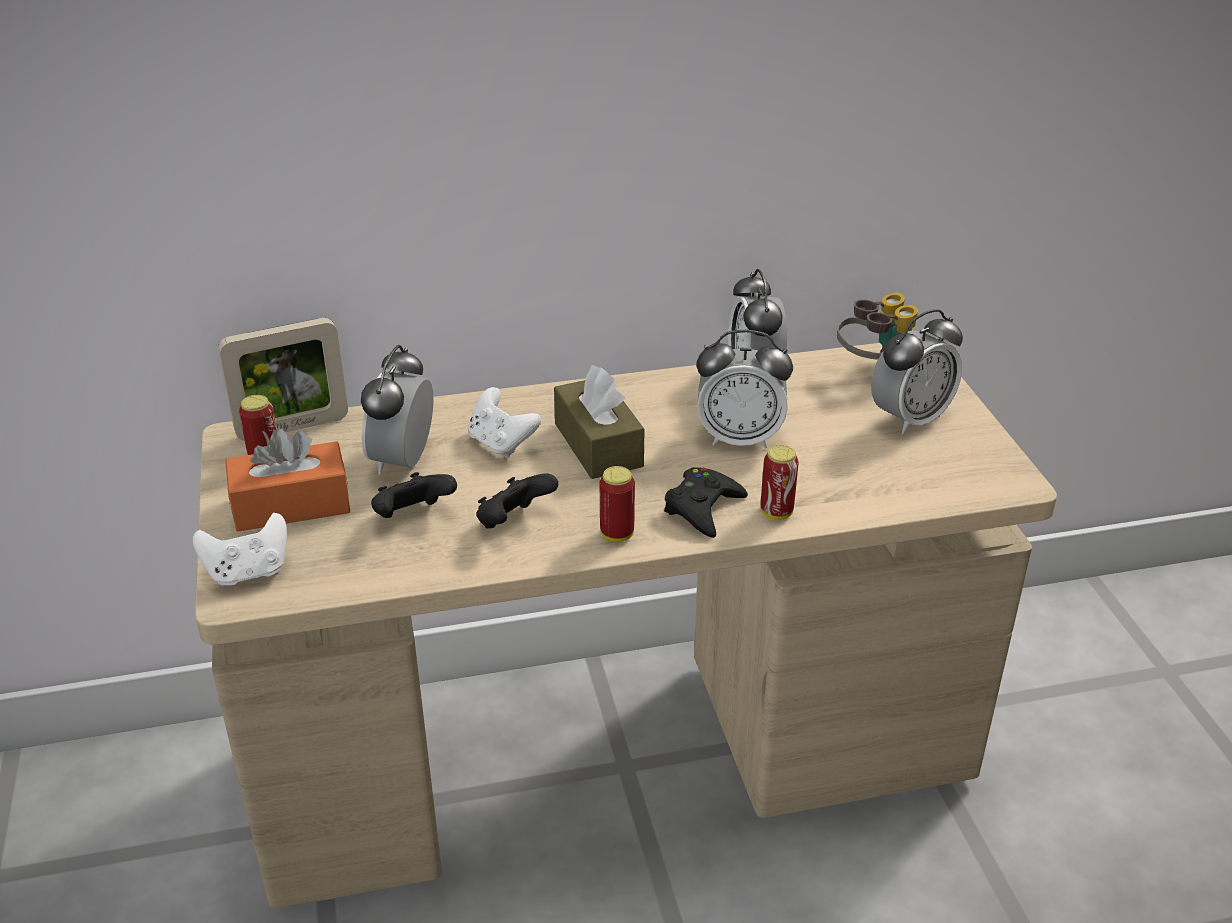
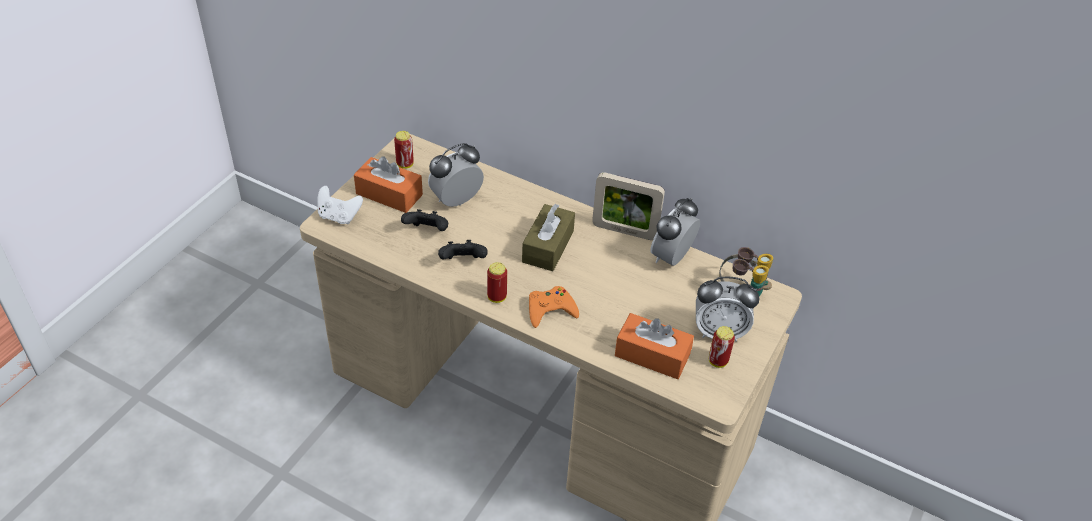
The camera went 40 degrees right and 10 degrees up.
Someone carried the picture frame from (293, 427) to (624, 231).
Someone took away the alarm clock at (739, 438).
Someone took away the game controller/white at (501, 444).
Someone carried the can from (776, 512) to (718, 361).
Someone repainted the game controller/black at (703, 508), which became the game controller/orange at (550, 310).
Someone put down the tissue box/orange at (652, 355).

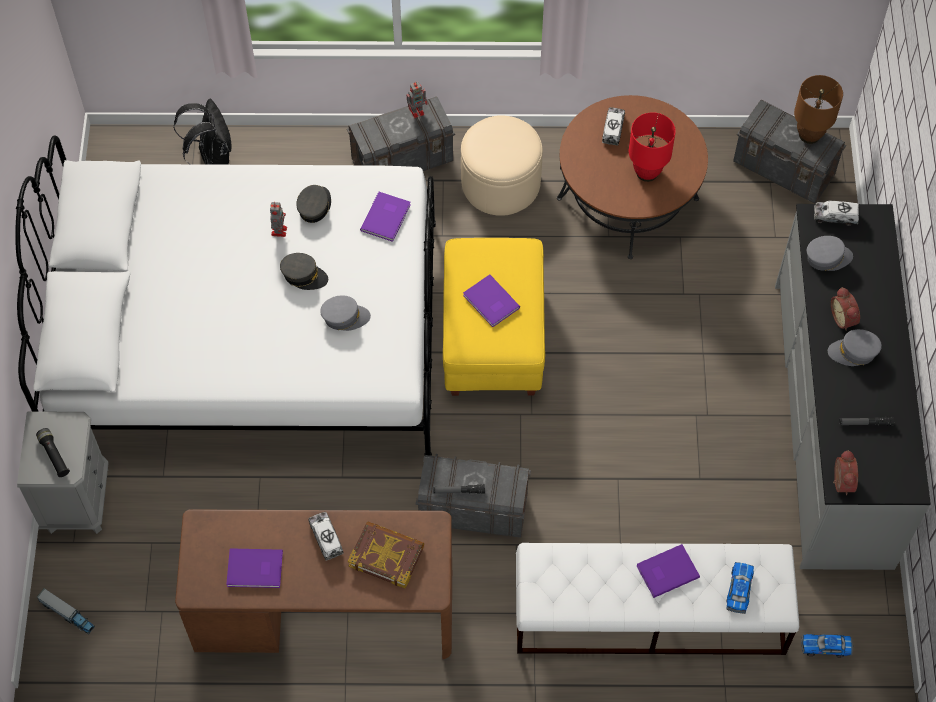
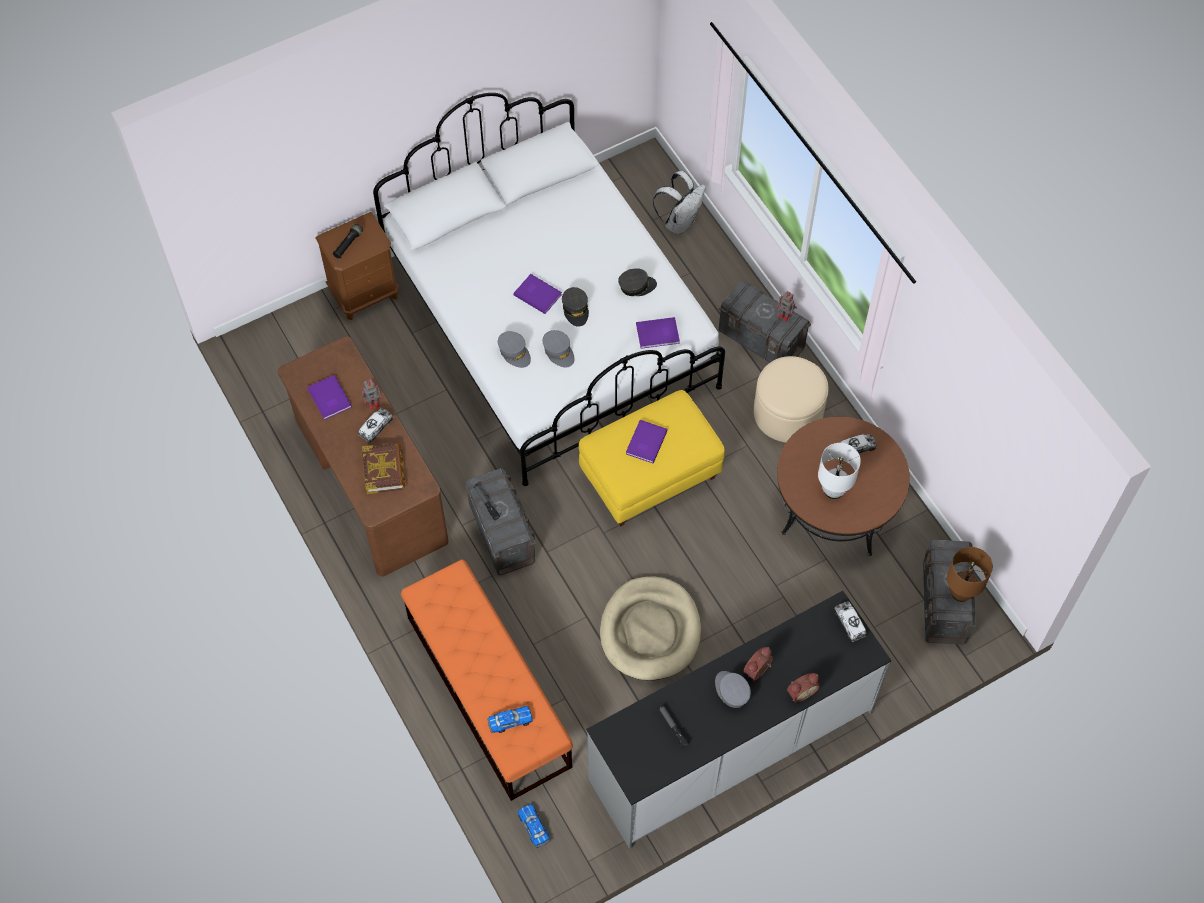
The camera went 60 degrees right and 0 degrees up.
Someone repainted the backpack/black at (211, 157), which became the backpack/white at (679, 222).
Someone repainted the table lamp/red at (647, 172), which became the table lamp/white at (833, 490).
Someone carried the toy robot from (279, 230) to (373, 402).
Someone carried the cap/grey from (827, 258) to (514, 352).
Someone repainted the nightstand/grey at (77, 499), which became the nightstand/brown at (365, 294).
Someone carried the alarm clock from (840, 482) to (800, 691).
Someone repainted the bench/white at (648, 615), which became the bench/orange at (488, 690).
Someone carried the book/purple from (666, 571) to (537, 294).
Someone took away the toy truck at (67, 614).
Someone put down the dog bed/beige at (650, 631).

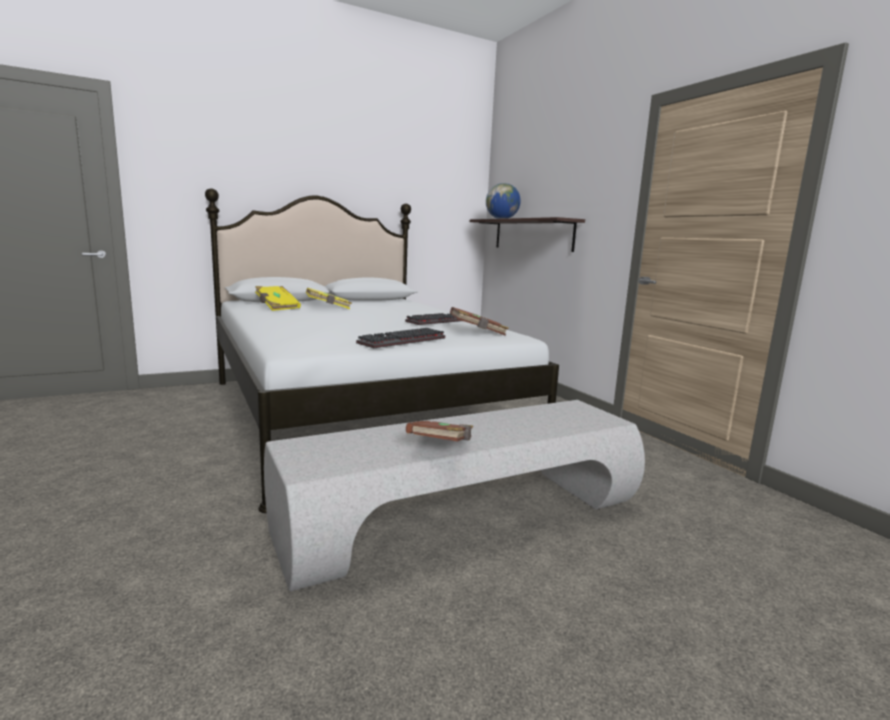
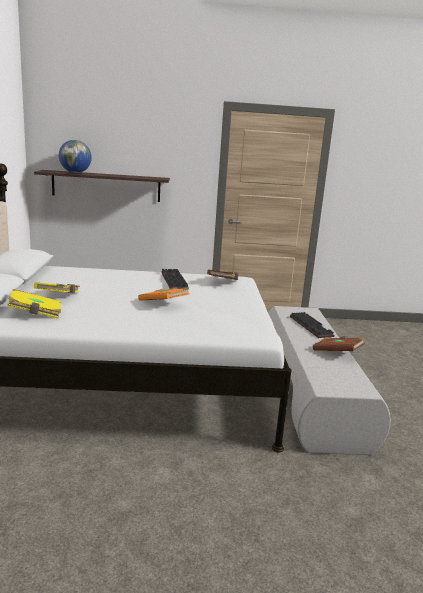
The camera went 65 degrees left and 5 degrees up.
Someone carried the keyboard from (402, 341) to (312, 326).
Someone put down the book/orange at (164, 303).

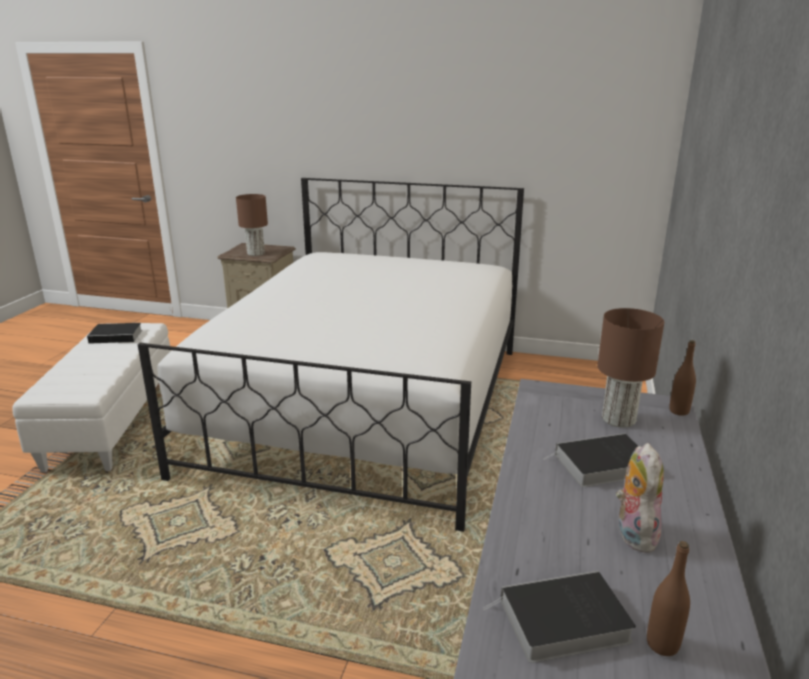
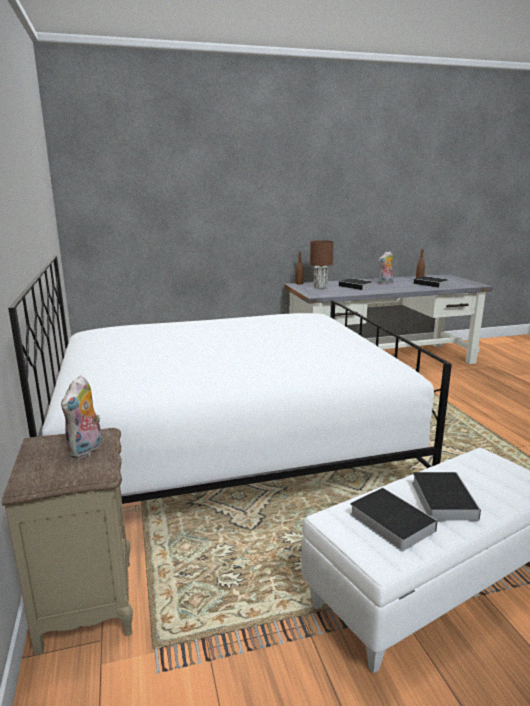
The camera went 120 degrees left and 5 degrees down.
Someone swapped the table lamp/brown at (256, 253) for the plush toy at (87, 450).
Someone put down the book at (442, 498).

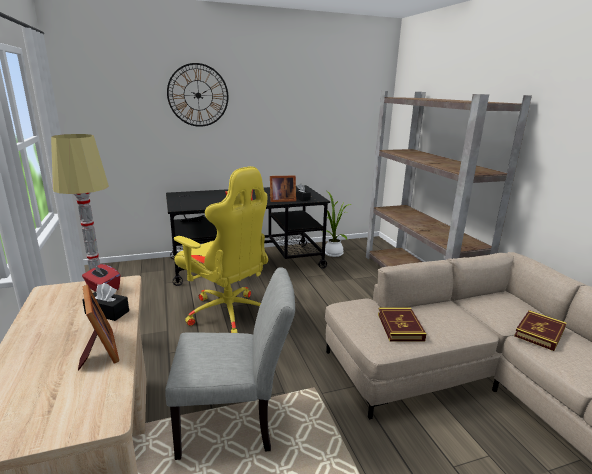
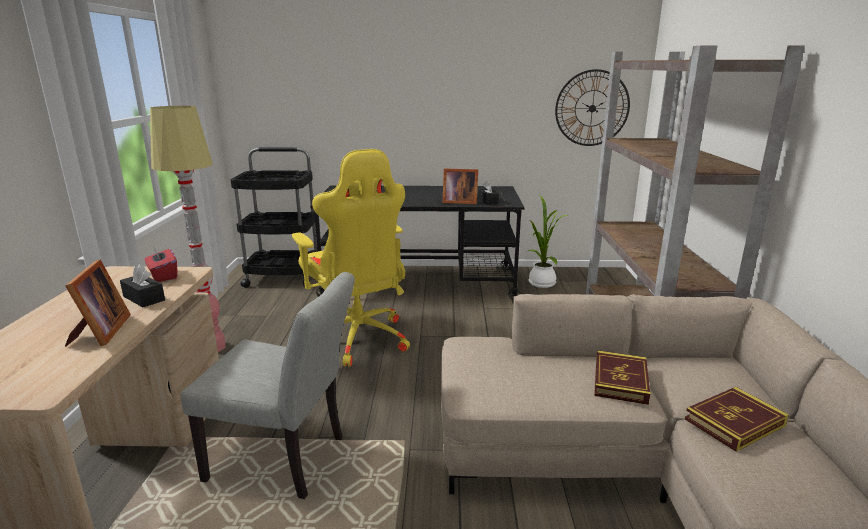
The camera went 20 degrees right and 0 degrees up.
Someone carried the wall clock from (198, 95) to (592, 108).
Someone carried the book from (400, 327) to (620, 380).
Someone put down the cart/black at (283, 277).

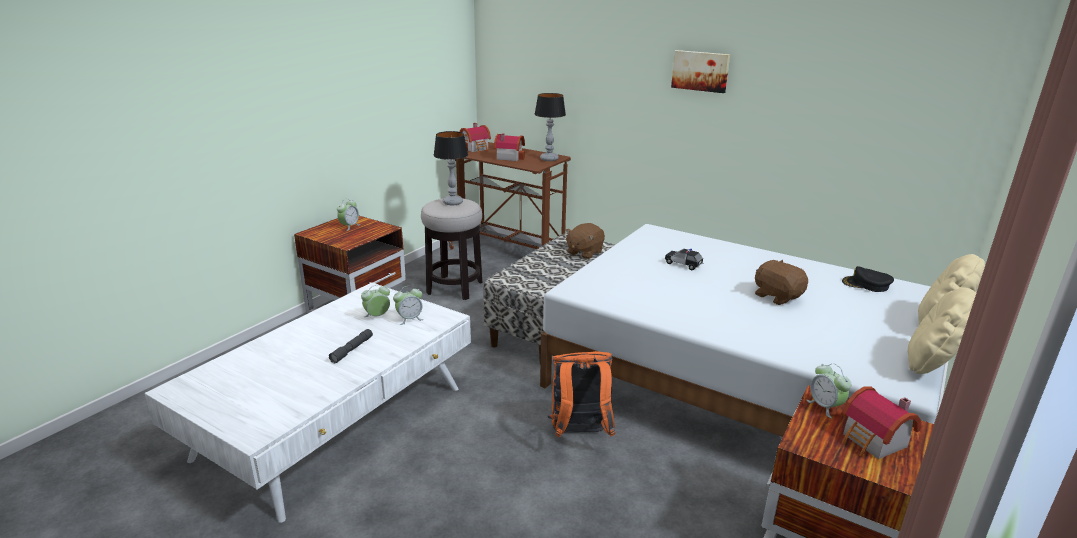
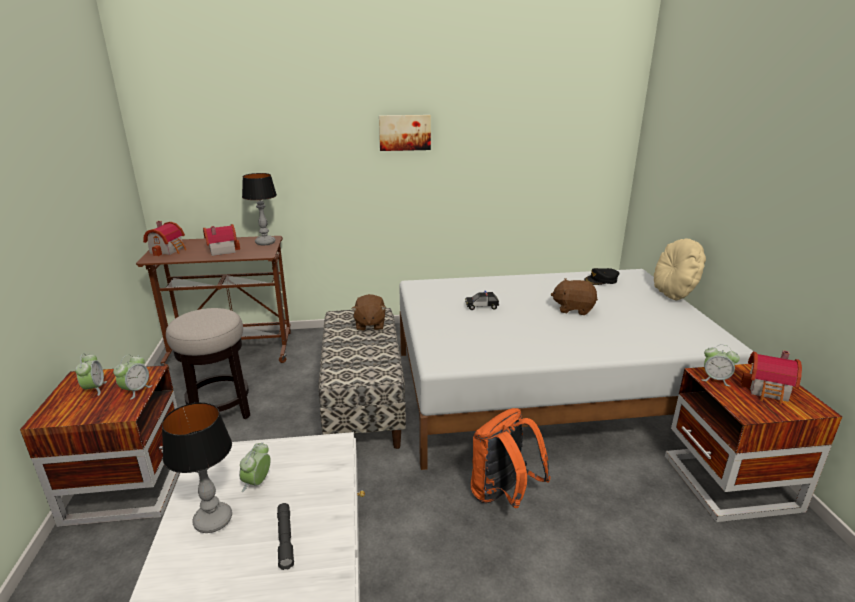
The camera went 40 degrees left and 0 degrees up.
Someone carried the table lamp from (453, 202) to (214, 520).
Someone carried the alarm clock from (409, 319) to (136, 390).
Someone took away the pillow/beige at (931, 367).

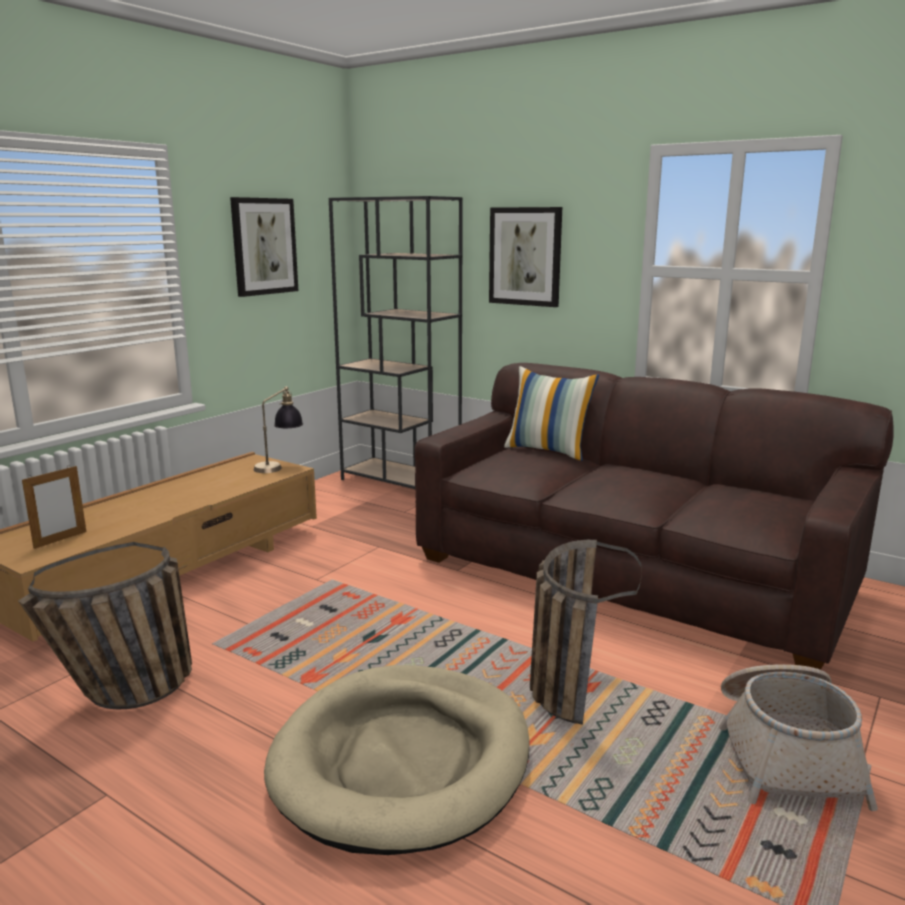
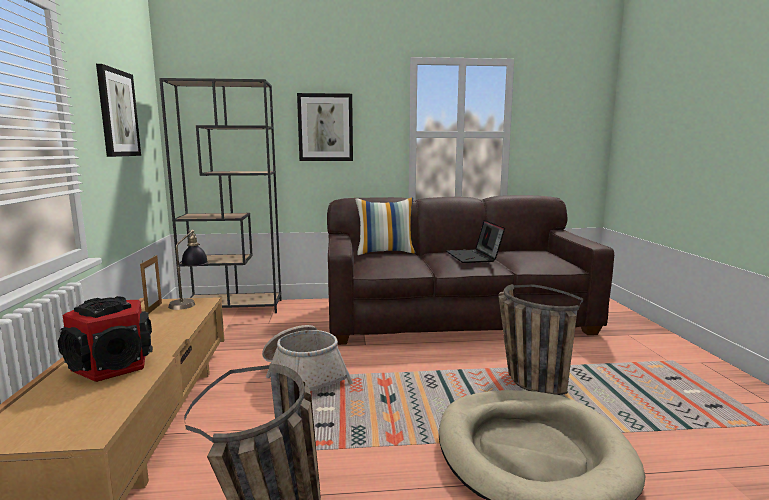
The camera went 40 degrees left and 5 degrees down.
Someone carried the picture frame from (60, 540) to (154, 309).
Someone carried the basket from (785, 752) to (303, 376).
Someone put down the laptop at (474, 257).
Someone put down the speaker at (113, 365).

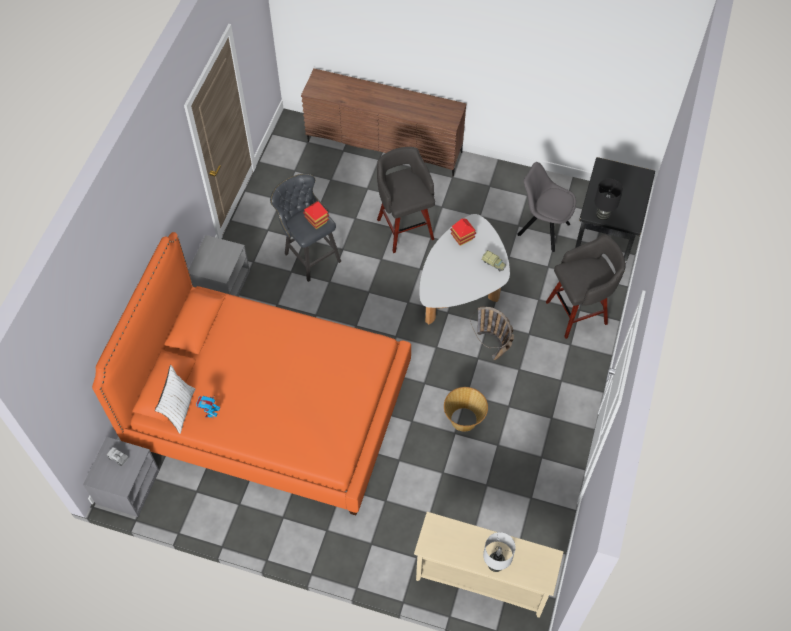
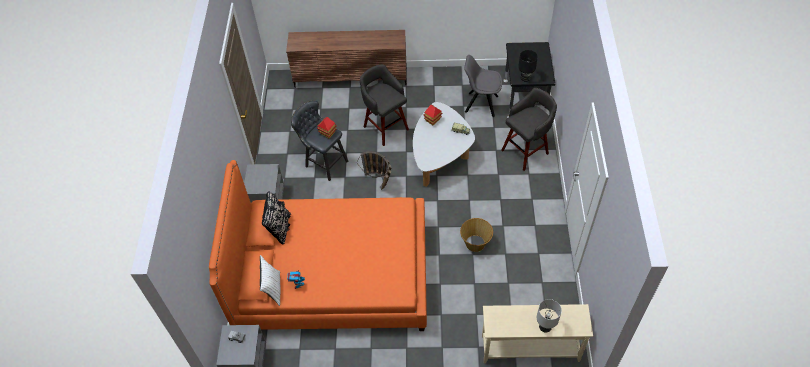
The camera went 15 degrees left and 5 degrees down.
Someone carried the basket from (494, 350) to (379, 183).
Someone put down the pillow/black at (280, 228).

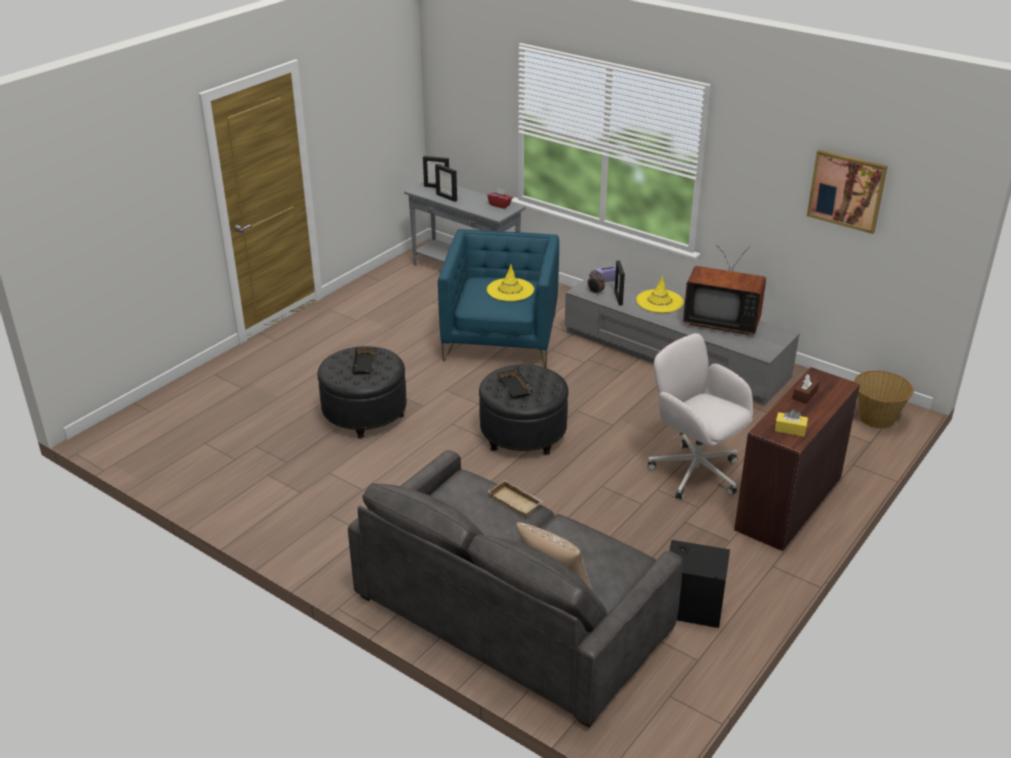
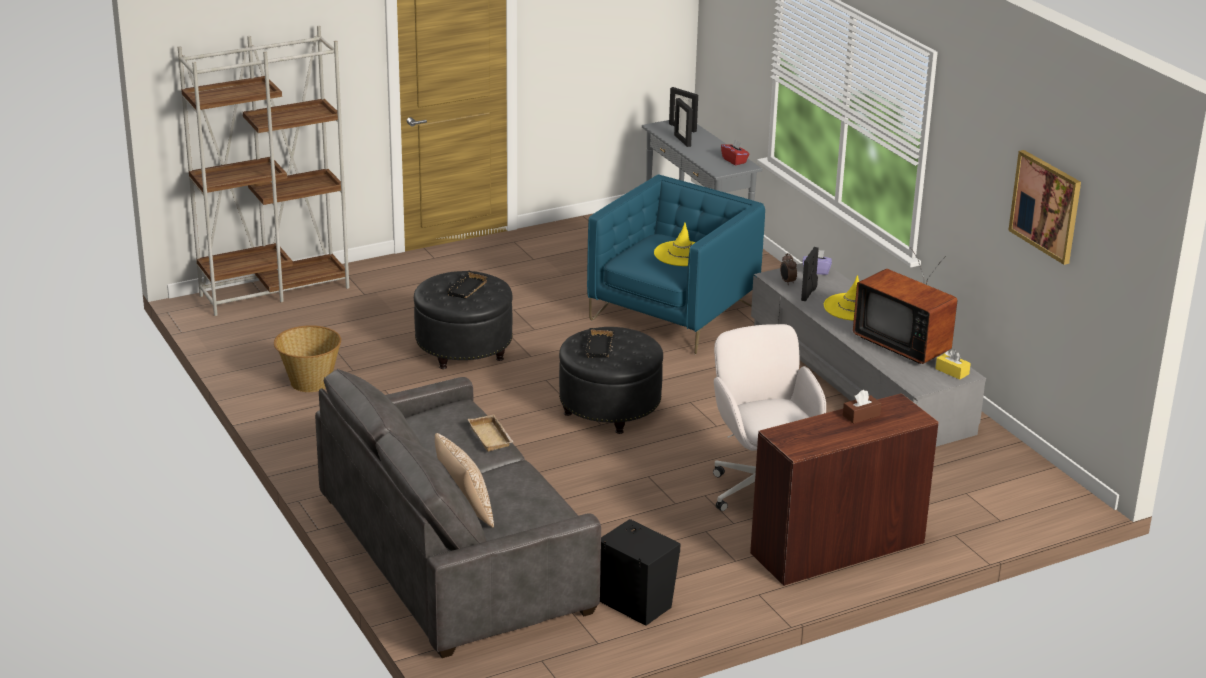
The camera went 25 degrees right and 5 degrees down.
Someone carried the basket from (876, 419) to (310, 382).
Someone carried the tissue box/yellow from (790, 429) to (952, 371).
Someone put down the bookcase/brown at (275, 292).

